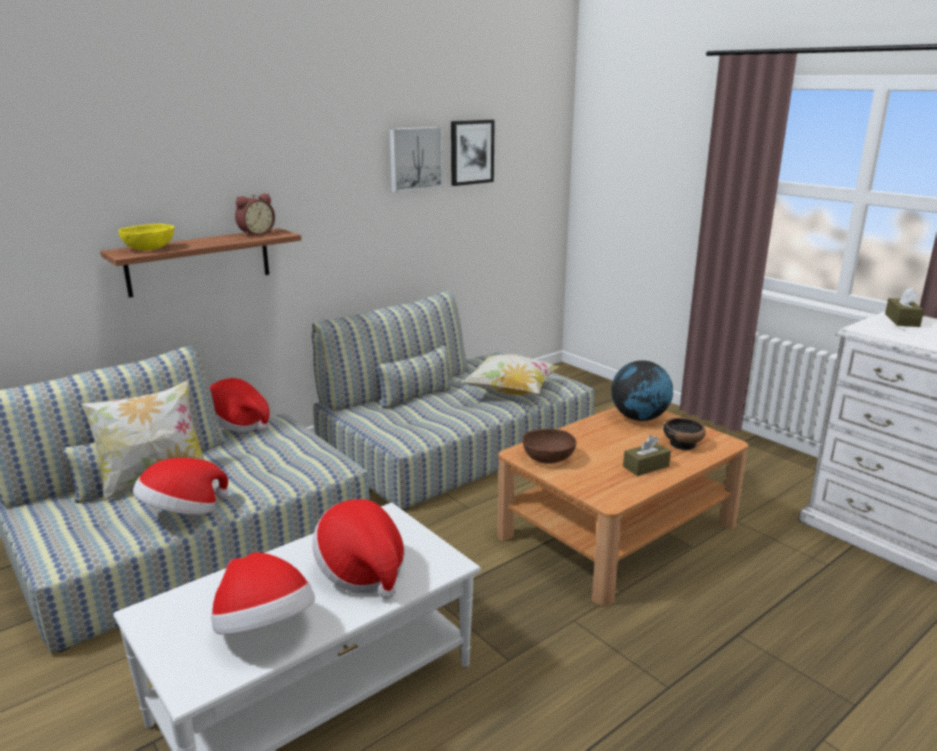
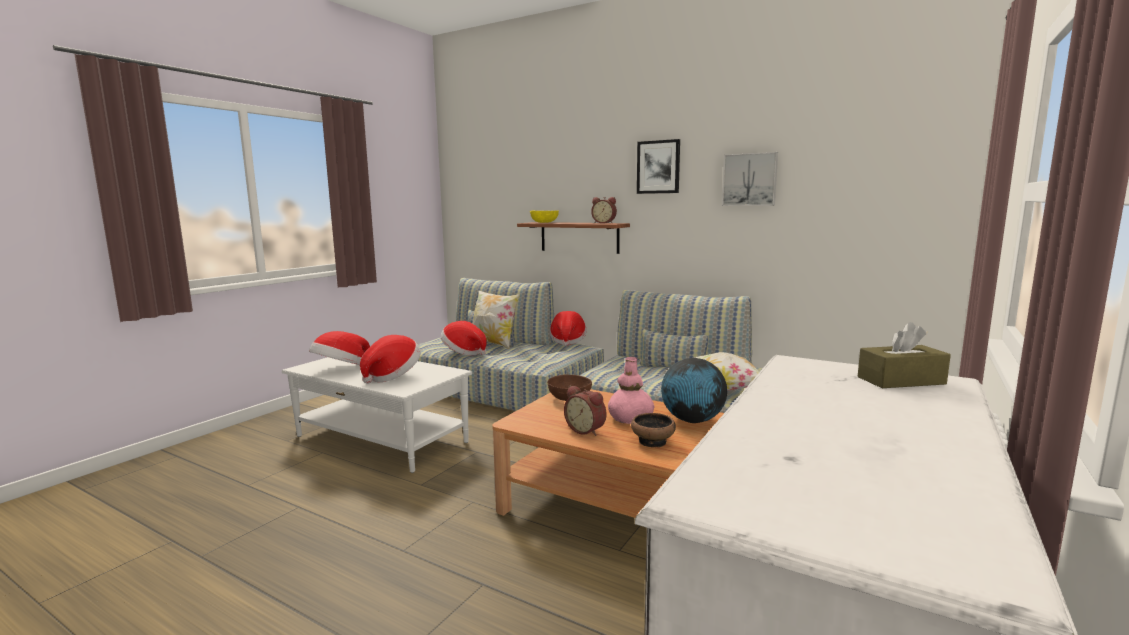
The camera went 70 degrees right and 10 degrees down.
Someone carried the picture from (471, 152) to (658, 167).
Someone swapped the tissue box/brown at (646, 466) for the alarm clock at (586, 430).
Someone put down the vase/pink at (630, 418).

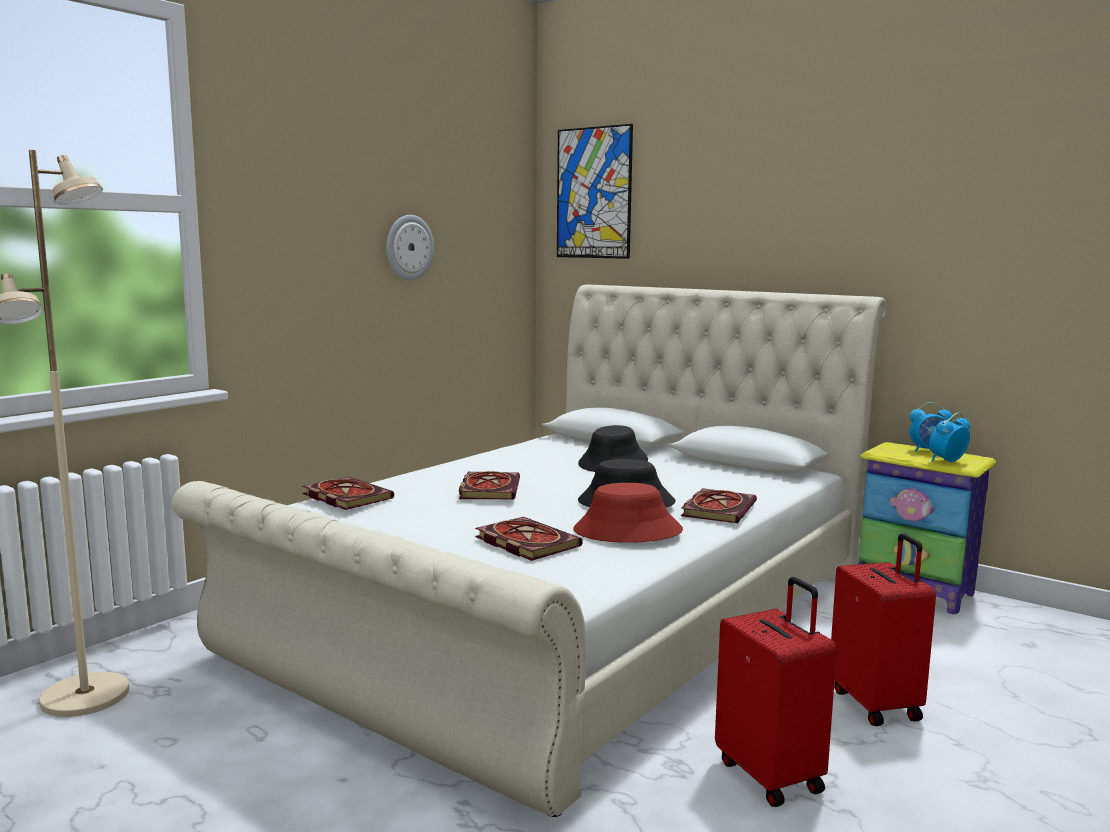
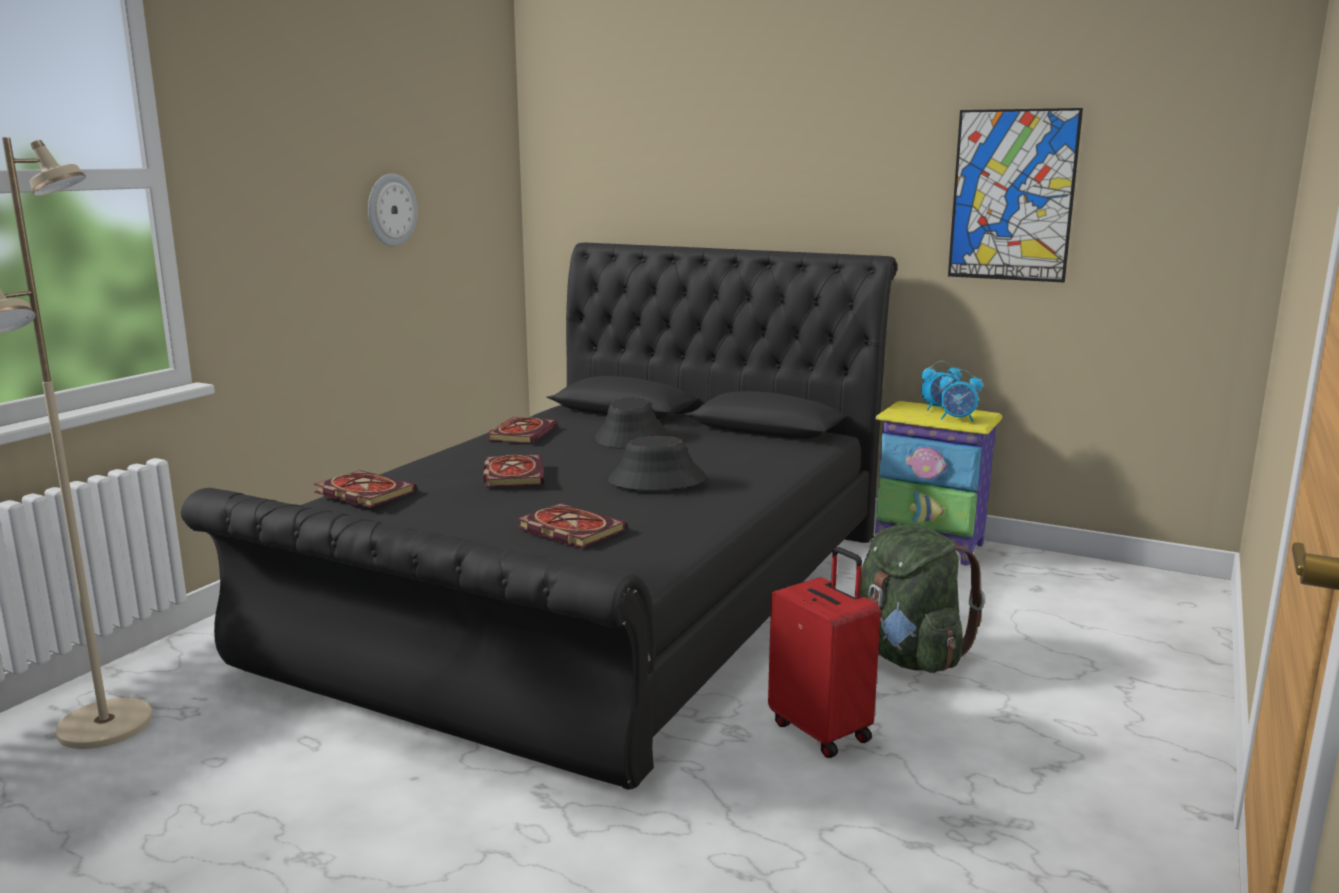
The camera went 10 degrees left and 5 degrees up.
Someone carried the picture from (593, 193) to (1012, 195).
Someone repainted the bed/beige at (570, 611), which became the bed/black at (599, 592).
Someone rotated the alarm clock at (946, 461) by 120 degrees counterclockwise.
Someone took away the hat/red at (627, 531).
Someone carried the book from (717, 509) to (521, 433).
Someone swapped the suitcase/red at (877, 704) for the backpack/green at (907, 657).

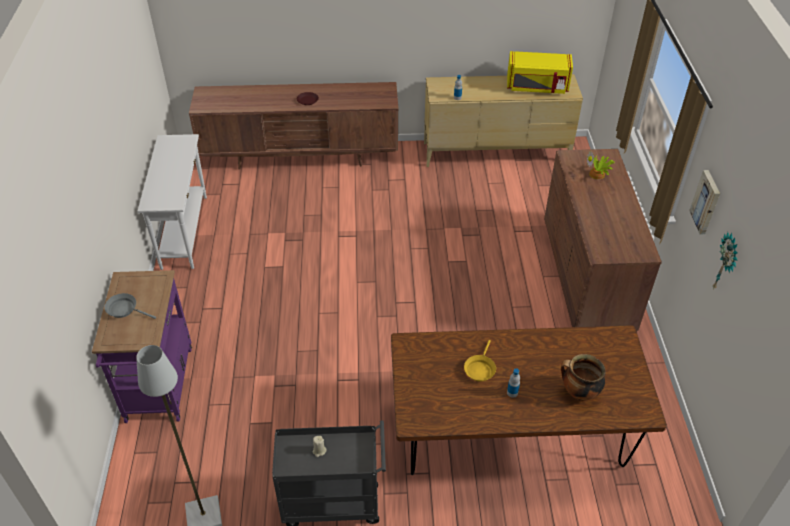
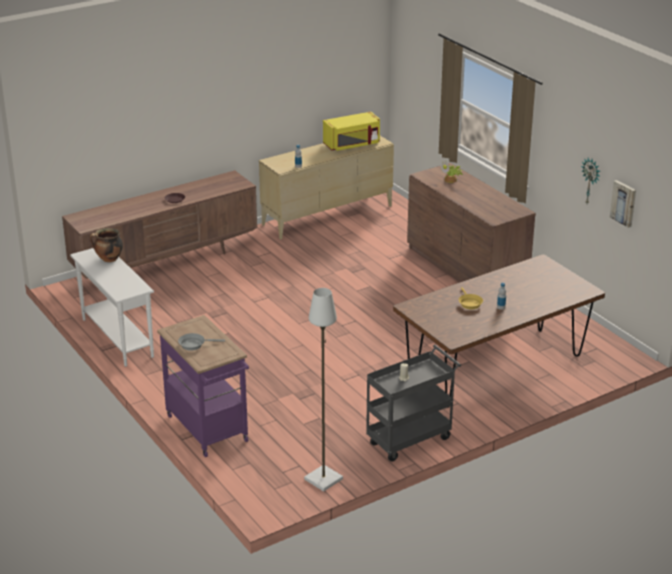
The camera went 30 degrees left and 15 degrees down.
Someone carried the picture from (706, 202) to (624, 203).
Someone carried the cooking pot from (578, 393) to (108, 259).

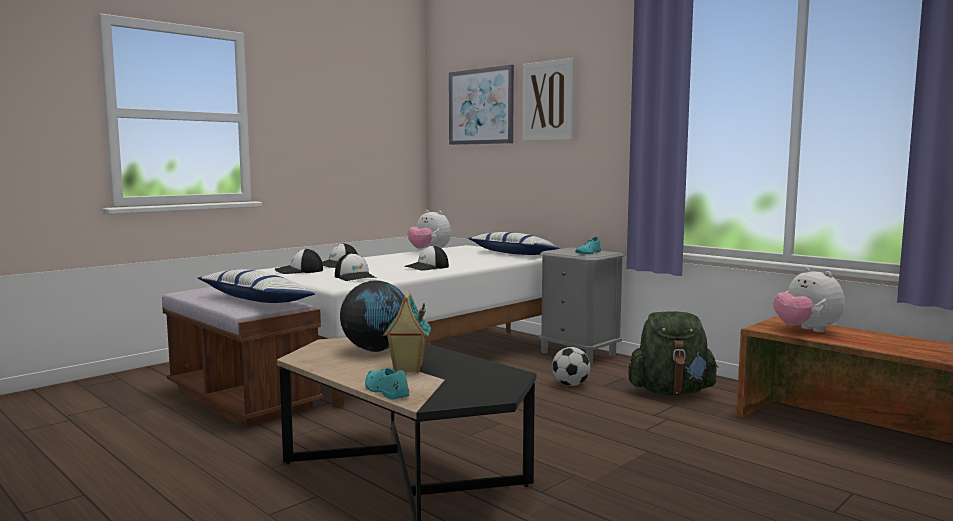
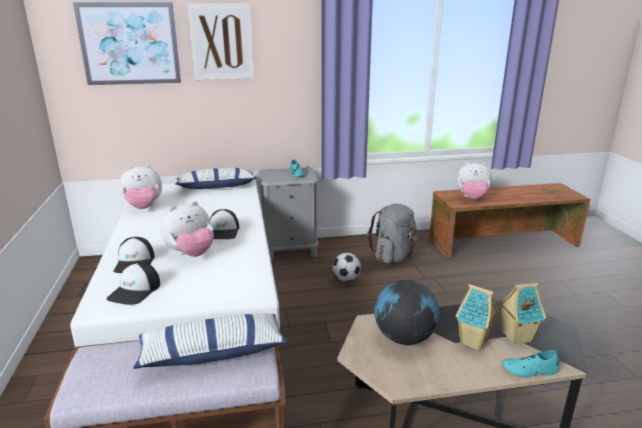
The camera went 55 degrees left and 15 degrees up.
Someone took away the cap at (355, 277).
Someone repainted the backpack/green at (671, 392), which became the backpack/grey at (394, 257).
Someone put down the plush toy at (191, 254).
Someone put down the toy house at (515, 337).

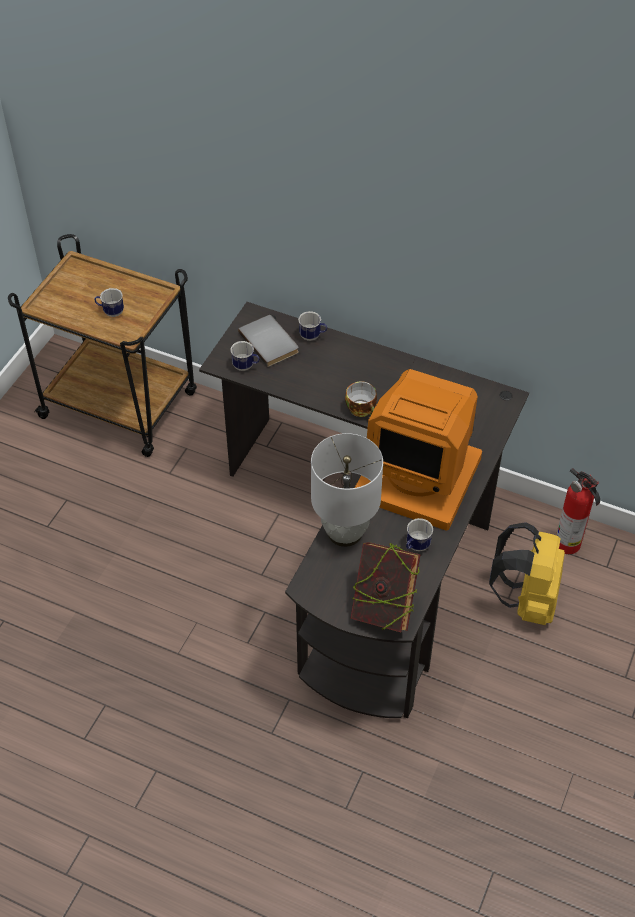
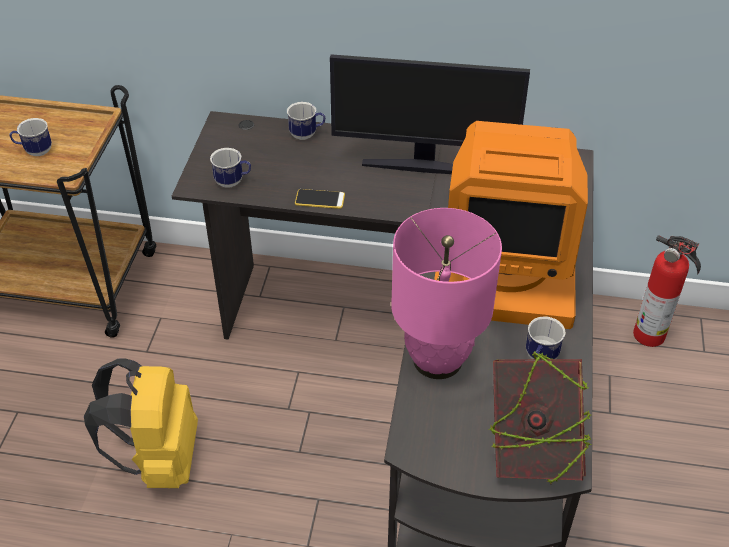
The camera went 15 degrees left and 5 degrees down.
Someone took away the book/grey at (270, 342).
Someone took away the cup at (362, 409).
Someone repainted the table lamp/white at (344, 532), which became the table lamp/pink at (437, 359).
Someone carried the backpack/yellow from (526, 599) to (159, 459).
Someone put down the monitor at (423, 165).
Someone put down the phone at (320, 199).

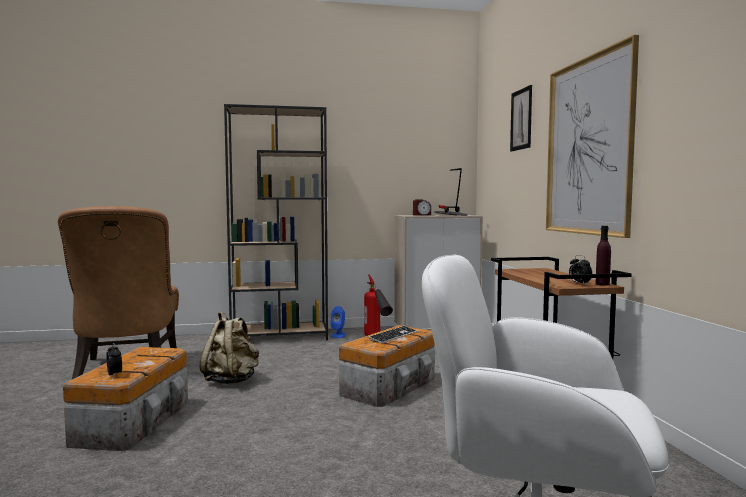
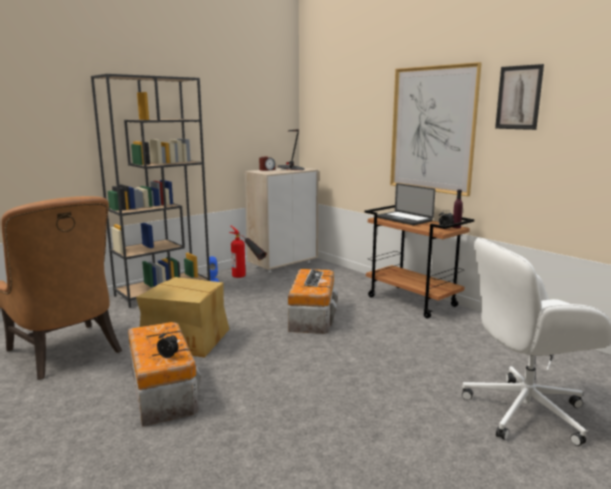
The camera went 30 degrees left and 10 degrees up.
Someone carried the picture from (521, 119) to (518, 97).
Someone swapped the backpack/beige at (232, 380) for the cardboard box at (187, 339).
Someone put down the laptop at (404, 219).

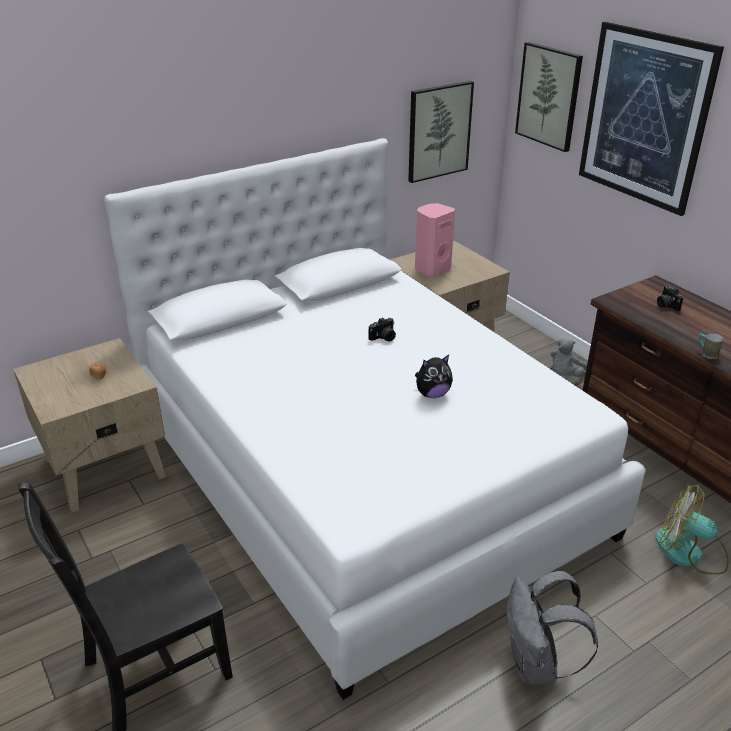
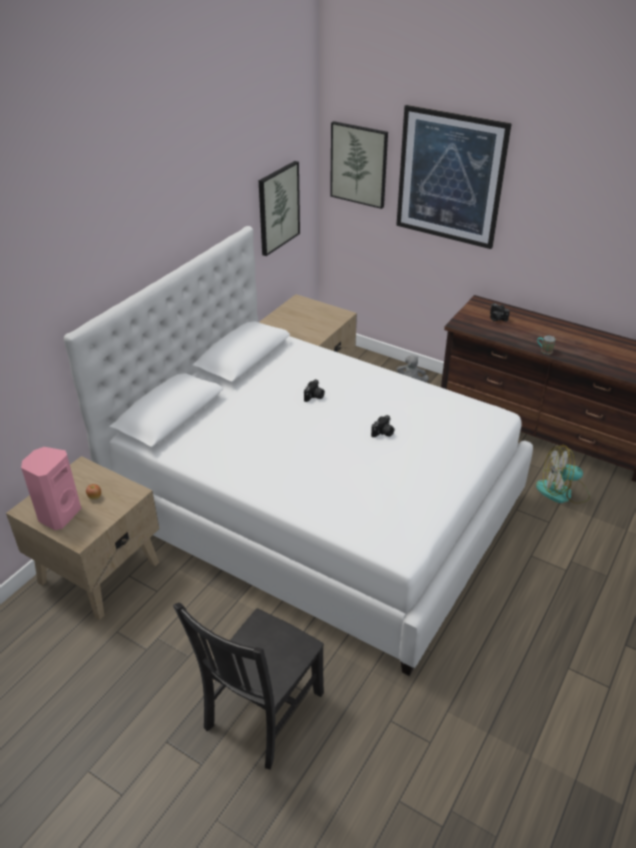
The camera went 25 degrees left and 5 degrees up.
Someone carried the speaker/pink from (431, 268) to (58, 515).
Someone swapped the plush toy at (432, 394) for the photo camera at (383, 433).
Someone took away the backpack/grey at (536, 665).

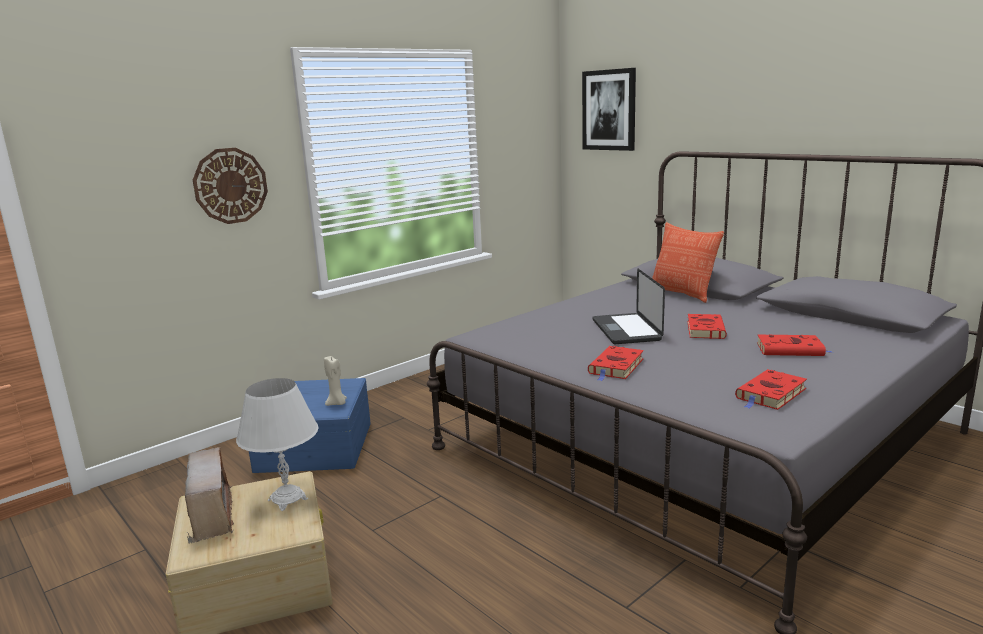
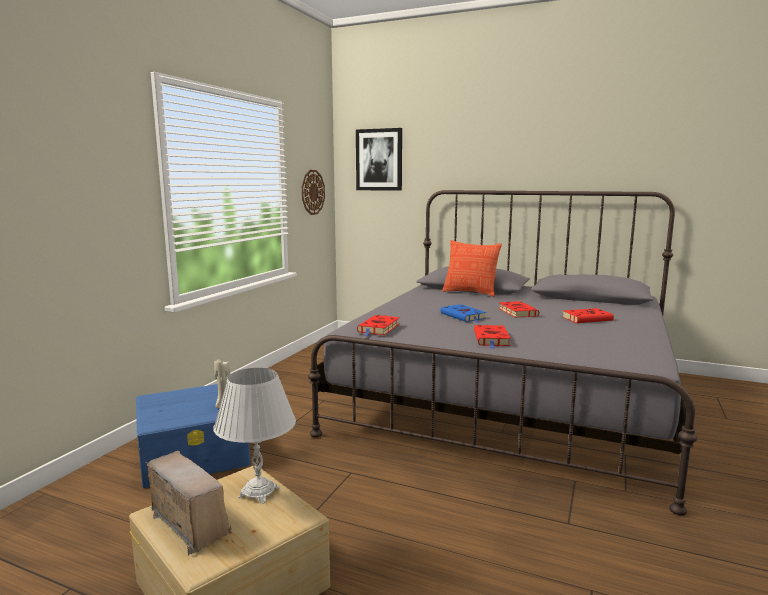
The camera went 25 degrees left and 5 degrees down.
Someone carried the wall clock from (230, 185) to (312, 192).
Someone swapped the laptop at (626, 330) for the book/blue at (464, 316).
Someone carried the book/red from (770, 394) to (378, 328).

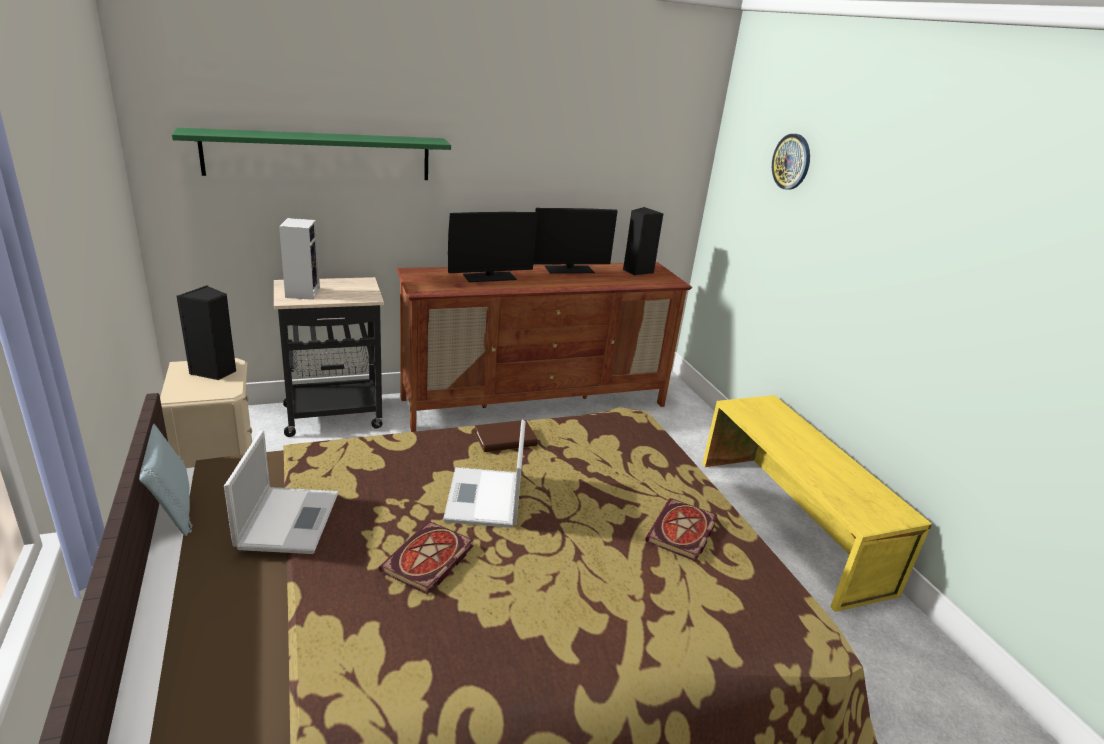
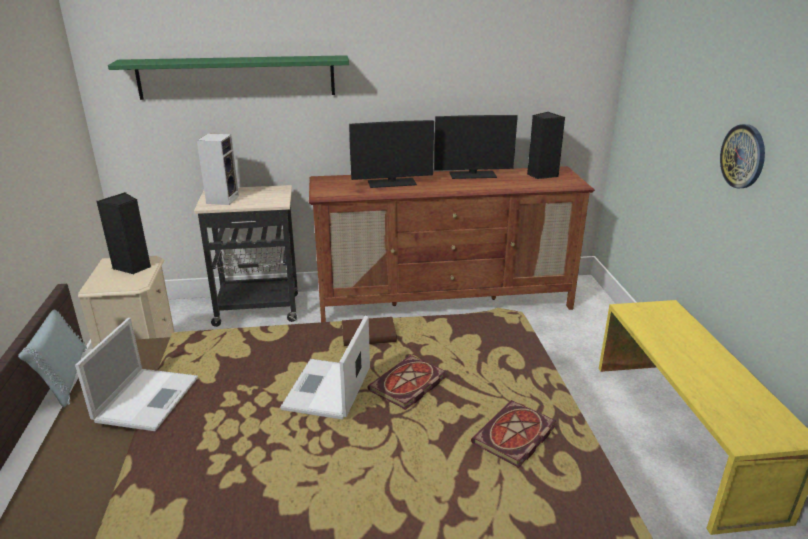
The camera went 15 degrees right and 0 degrees up.
Someone carried the wall clock from (791, 161) to (743, 156).
Someone carried the book from (428, 561) to (407, 385).

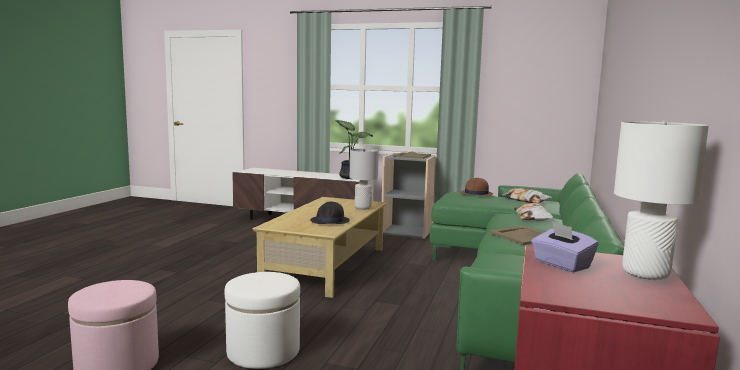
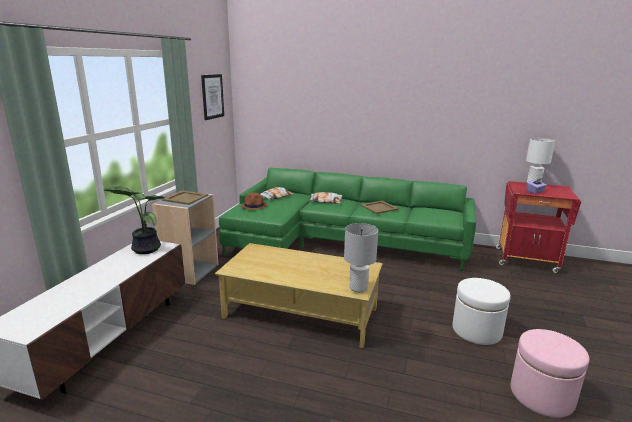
The camera went 90 degrees left and 10 degrees up.
Someone carried the table lamp/grey from (362, 208) to (358, 290).
Someone took away the hat/black at (330, 221).
Someone put up the picture at (212, 96).

